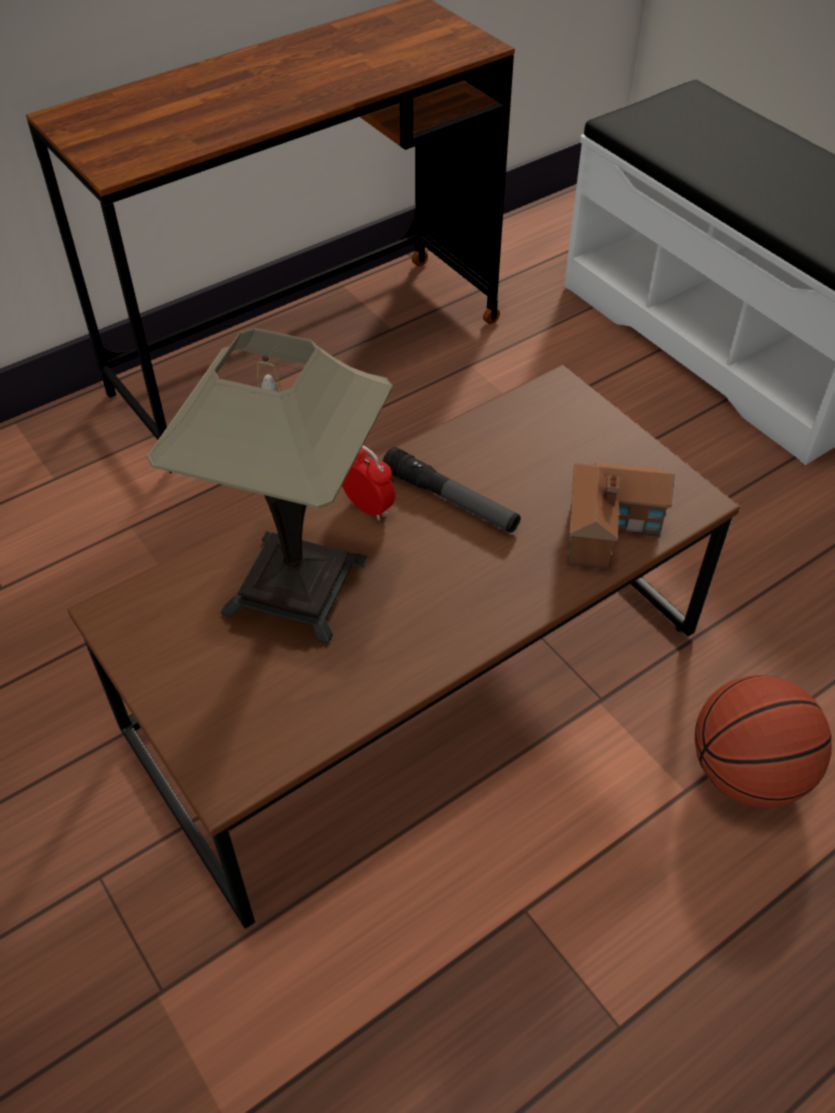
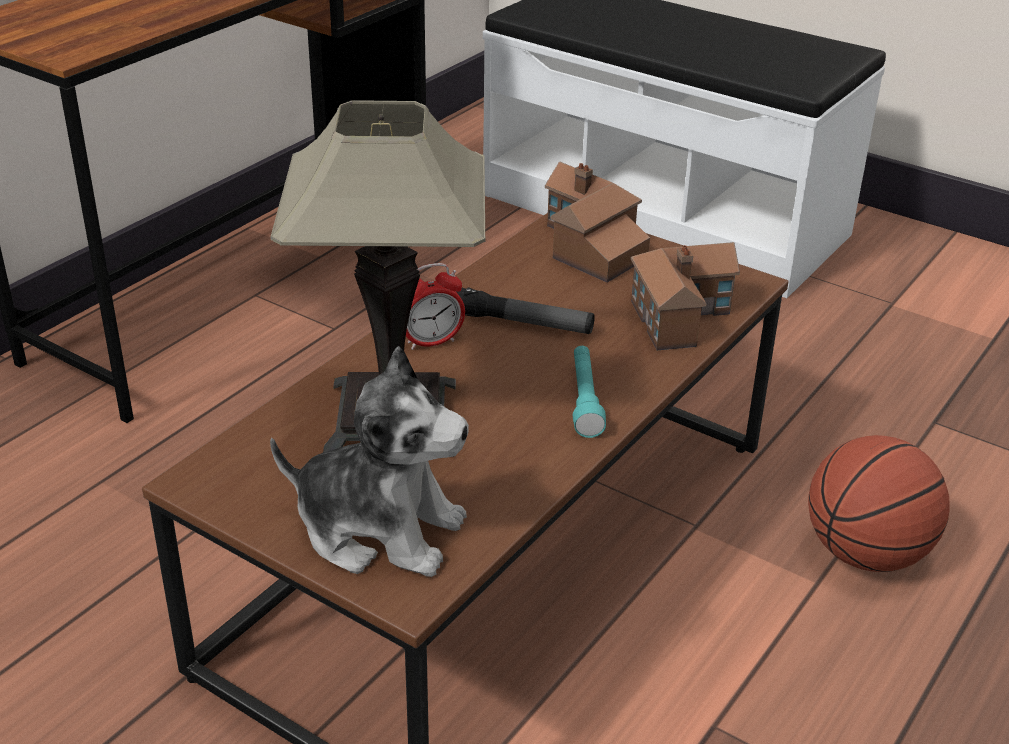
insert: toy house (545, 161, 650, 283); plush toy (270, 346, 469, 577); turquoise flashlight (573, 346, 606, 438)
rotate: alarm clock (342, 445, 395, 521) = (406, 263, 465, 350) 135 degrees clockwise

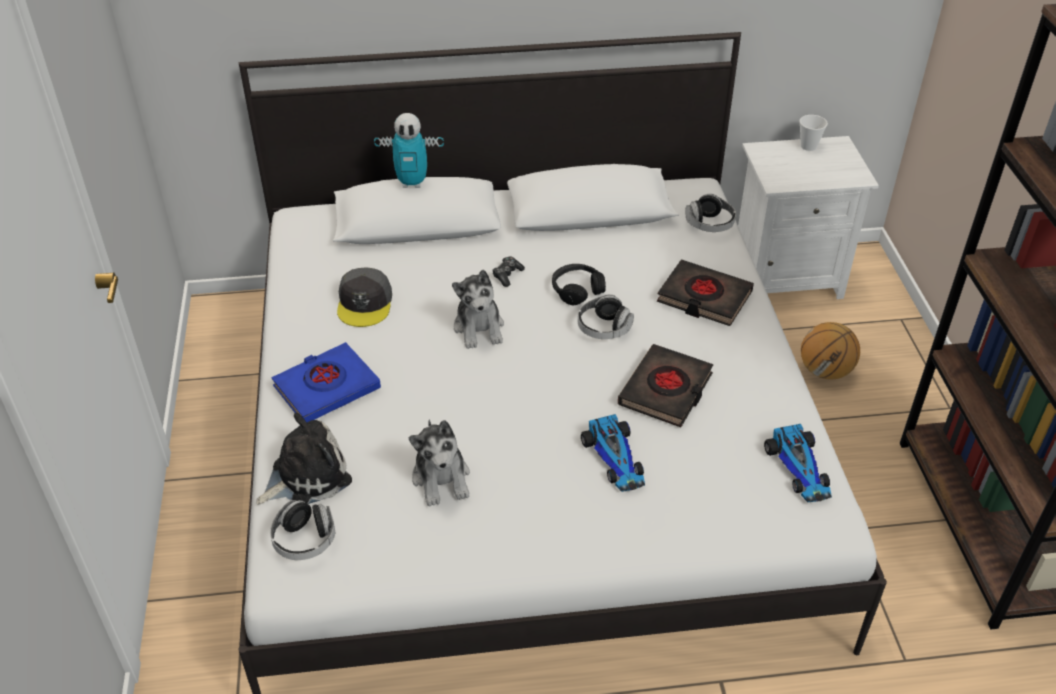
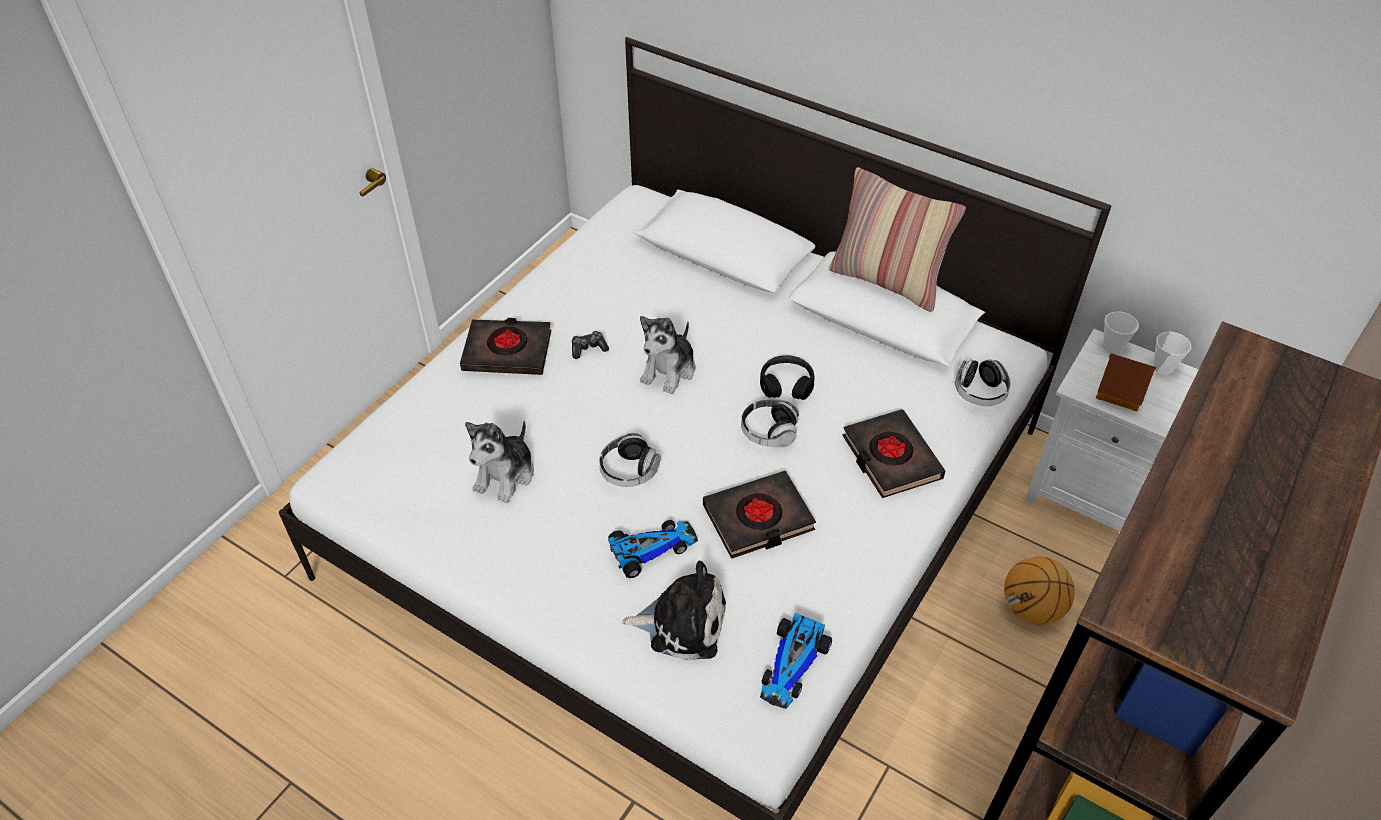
delete: toy robot (374, 113, 444, 188); grey cap (337, 267, 392, 327)
insert: pillow (829, 167, 966, 312); cup (1103, 311, 1139, 354); toy house (1096, 353, 1156, 411)
move: game controller (492, 257, 525, 287) to (572, 331, 609, 359); plush toy (256, 413, 352, 505) to (622, 561, 726, 661); headphones (270, 500, 335, 560) to (599, 433, 661, 487)
recolor: blue book (271, 342, 381, 422) to black book (460, 318, 551, 375)
rotate: toy car (581, 414, 645, 492) = (608, 520, 698, 578) 135 degrees counterclockwise

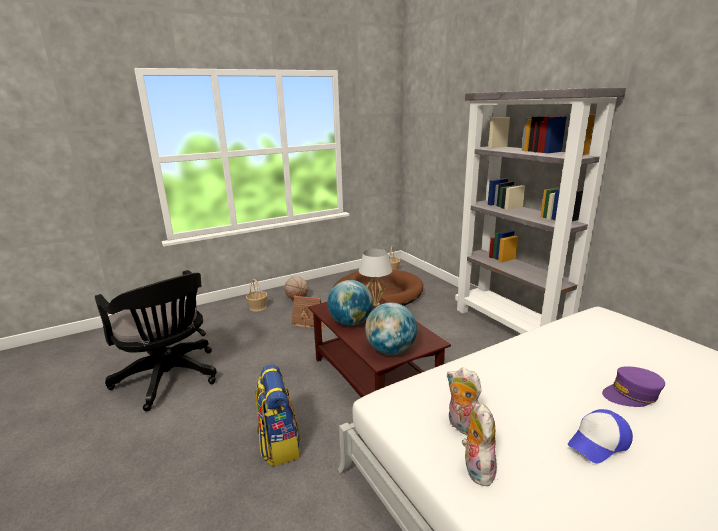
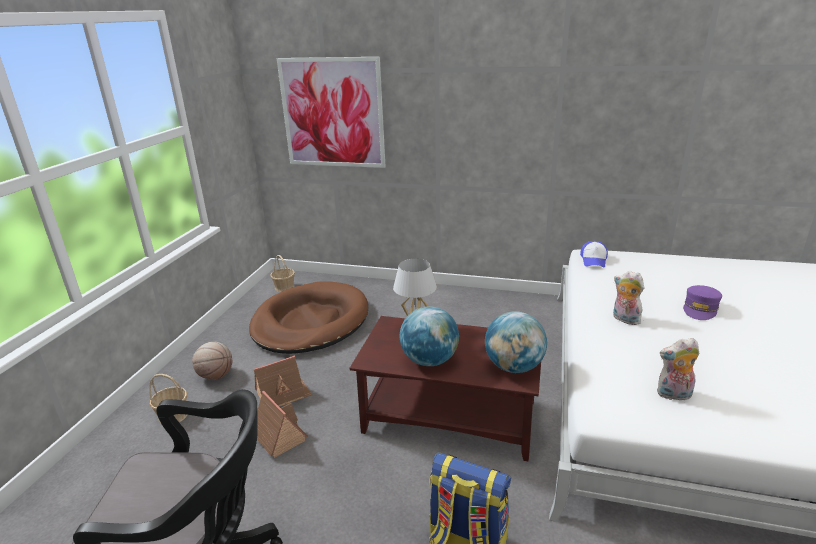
delete: grey bookcase (455, 88, 626, 334)
insert: picture (277, 57, 386, 168); toy house (257, 391, 308, 458)
move: plush toy (462, 403, 497, 487) to (613, 271, 644, 325); cap (568, 409, 633, 463) to (580, 241, 608, 268)

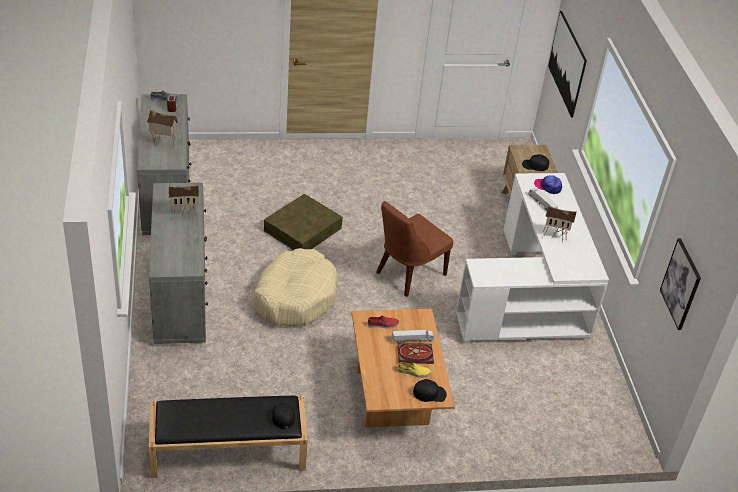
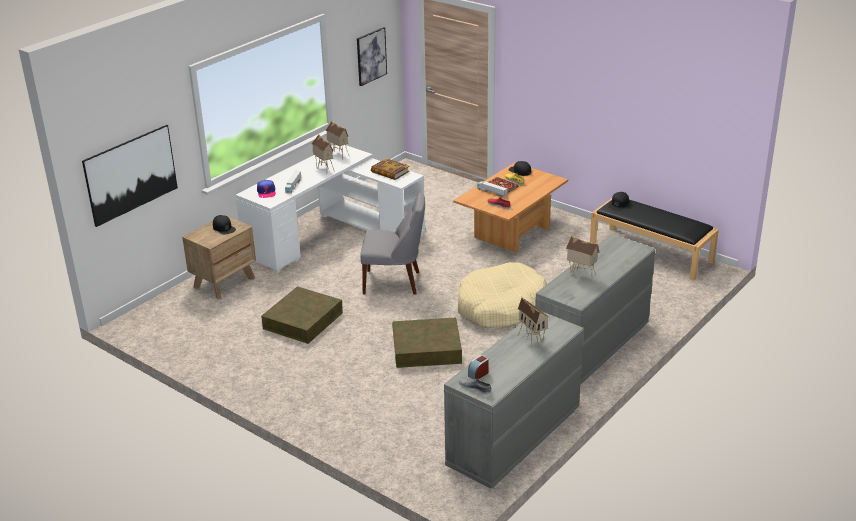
insert: toy house (325, 121, 349, 160); book (371, 158, 410, 180); brown storage box (261, 286, 343, 344)
recolor: brown chair (376, 201, 453, 297) to grey chair (361, 193, 425, 294)

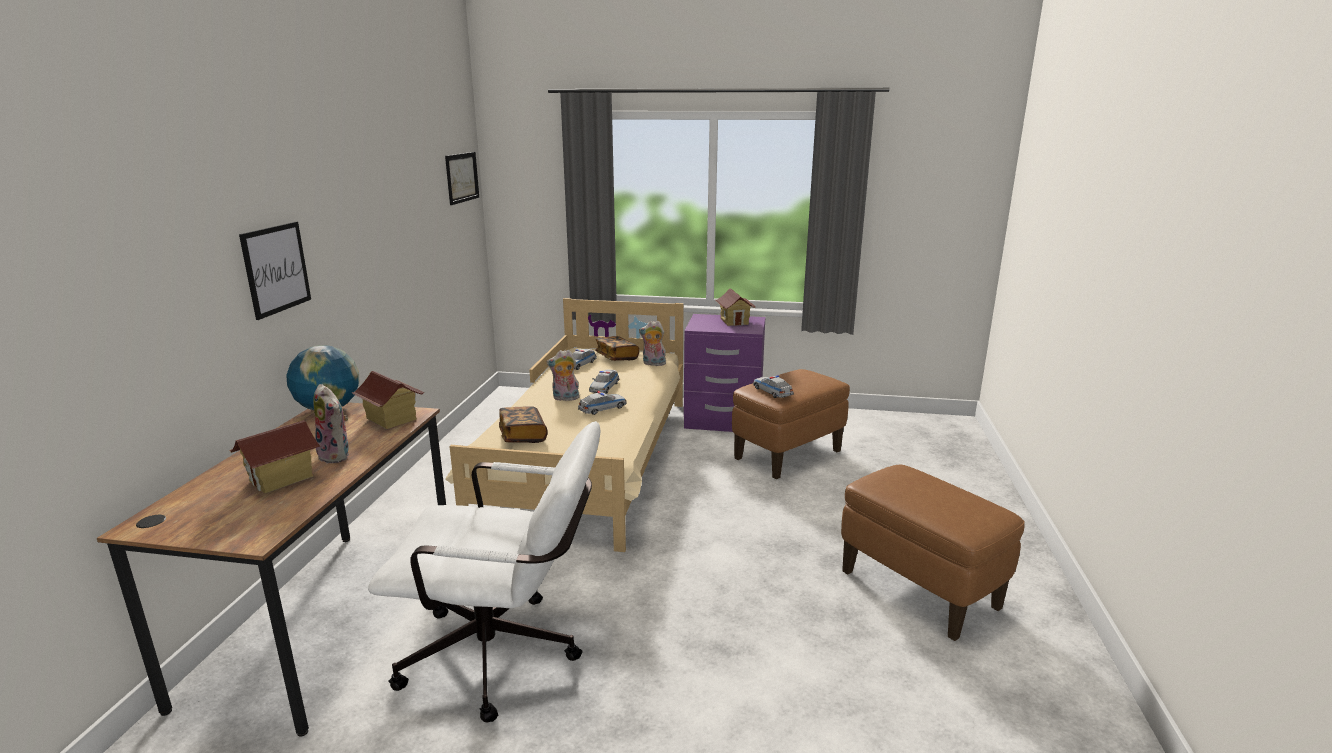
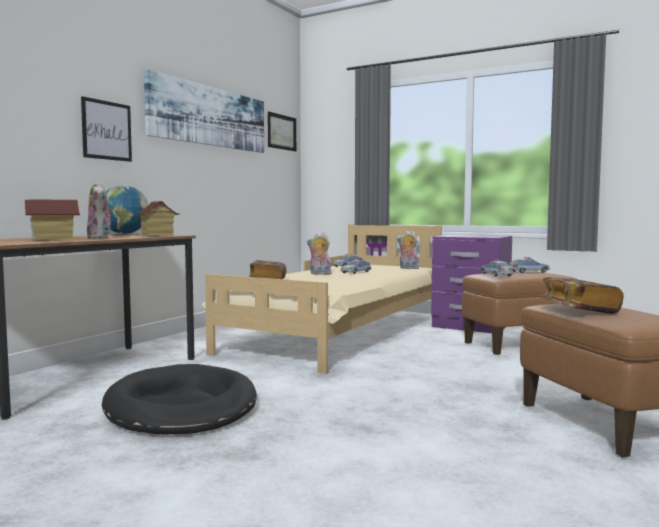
delete: toy house (716, 289, 756, 326)
insert: picture (144, 69, 264, 153)
move: book (595, 336, 639, 361) to (541, 277, 623, 314); toy car (578, 391, 626, 415) to (509, 257, 550, 273)
replace: white office chair (368, 421, 601, 722) to black dog bed (102, 364, 257, 435)

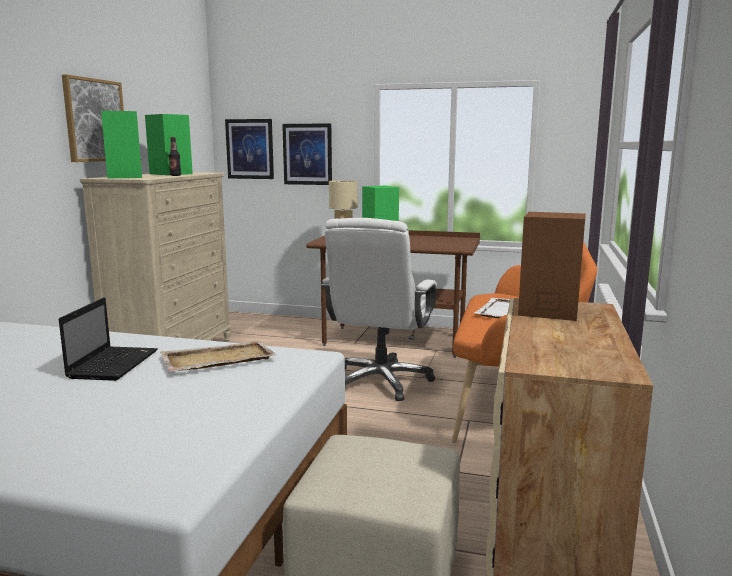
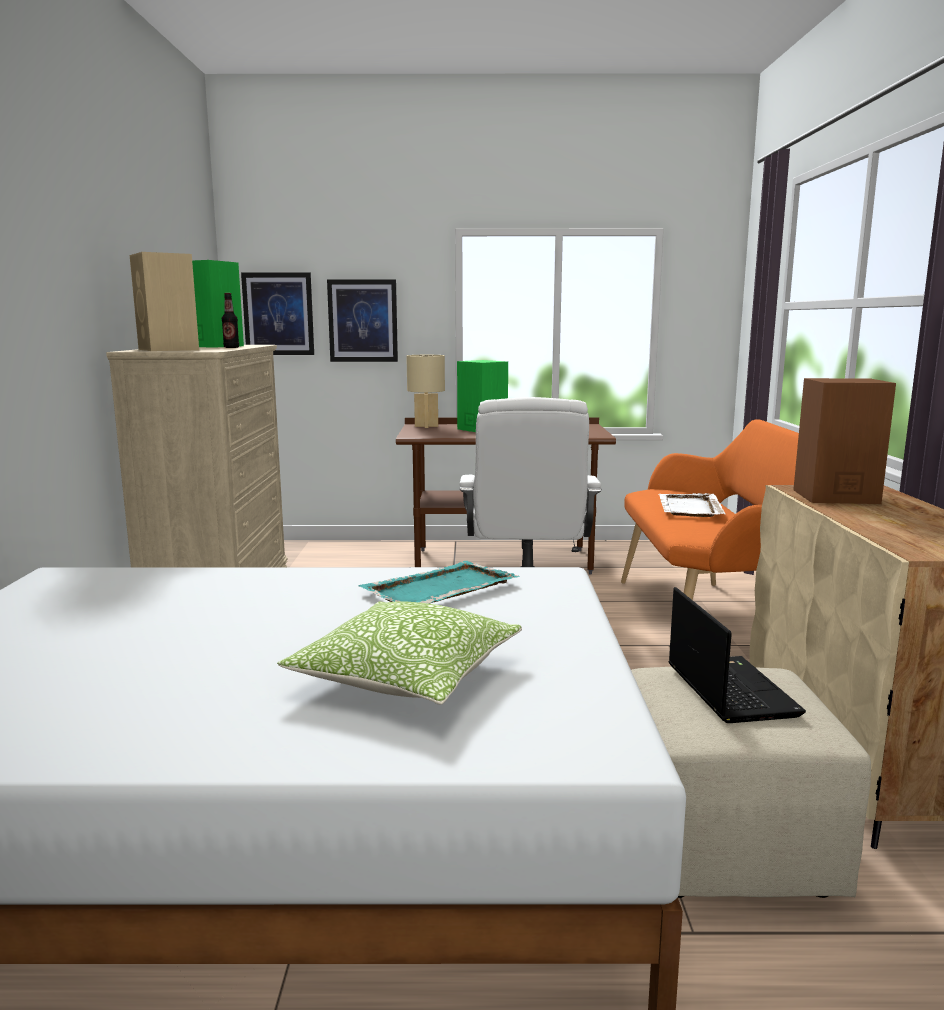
delete: picture (62, 74, 124, 162)
insert: pillow (277, 601, 522, 705)
move: laptop (59, 297, 158, 381) to (669, 587, 806, 723)
recolor: green speaker (101, 111, 142, 178) to beige speaker (130, 252, 199, 351); beige tray (160, 340, 276, 372) to turquoise tray (358, 561, 520, 604)

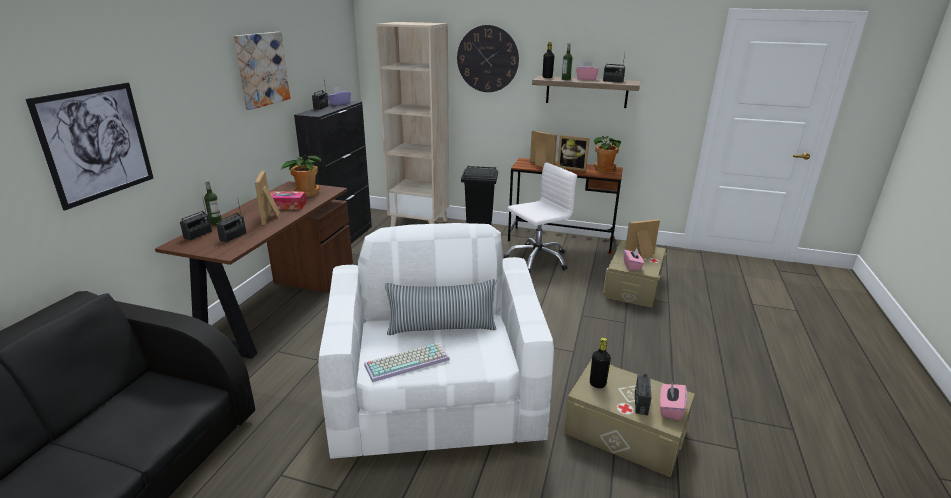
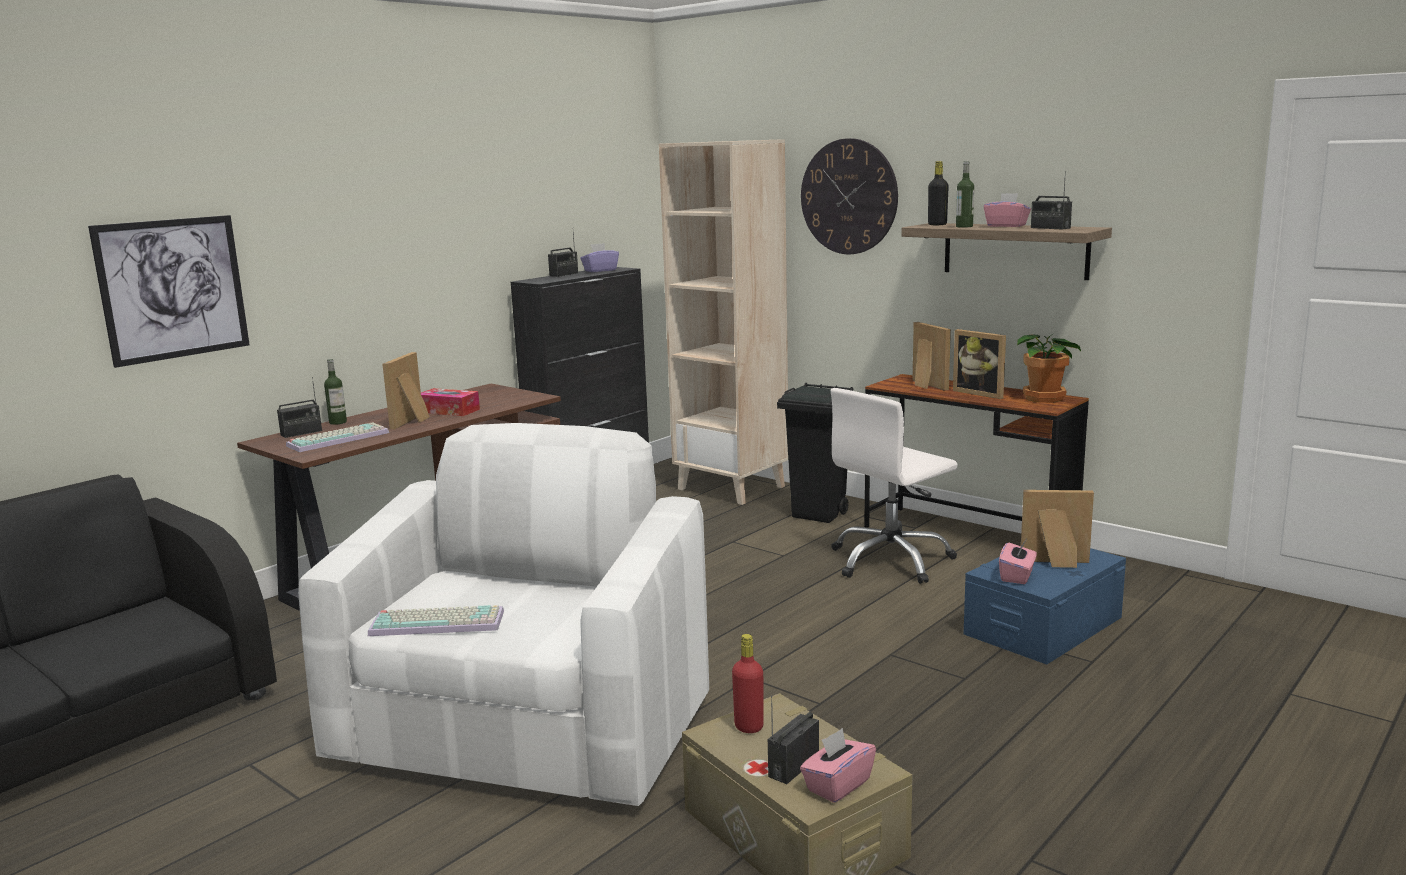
delete: picture (234, 32, 290, 110); potted plant (280, 155, 321, 197); pillow (385, 279, 496, 335)
replace: radio (216, 197, 246, 242) to keyboard (286, 422, 389, 452)
recolor: beige storage box (603, 241, 666, 308) to blue storage box (964, 548, 1126, 665); black bottle (590, 338, 611, 388) to red bottle (732, 634, 764, 733)
rotate: white office chair (503, 162, 577, 273) = (831, 388, 957, 584) 150 degrees clockwise

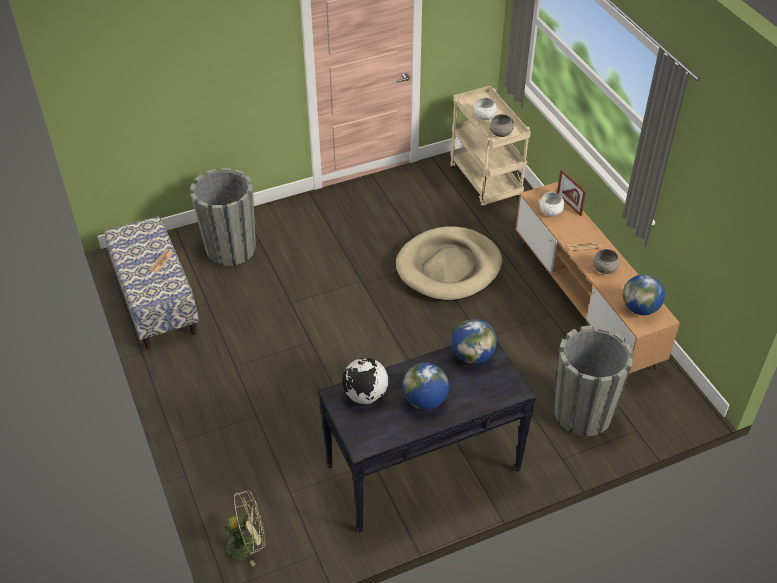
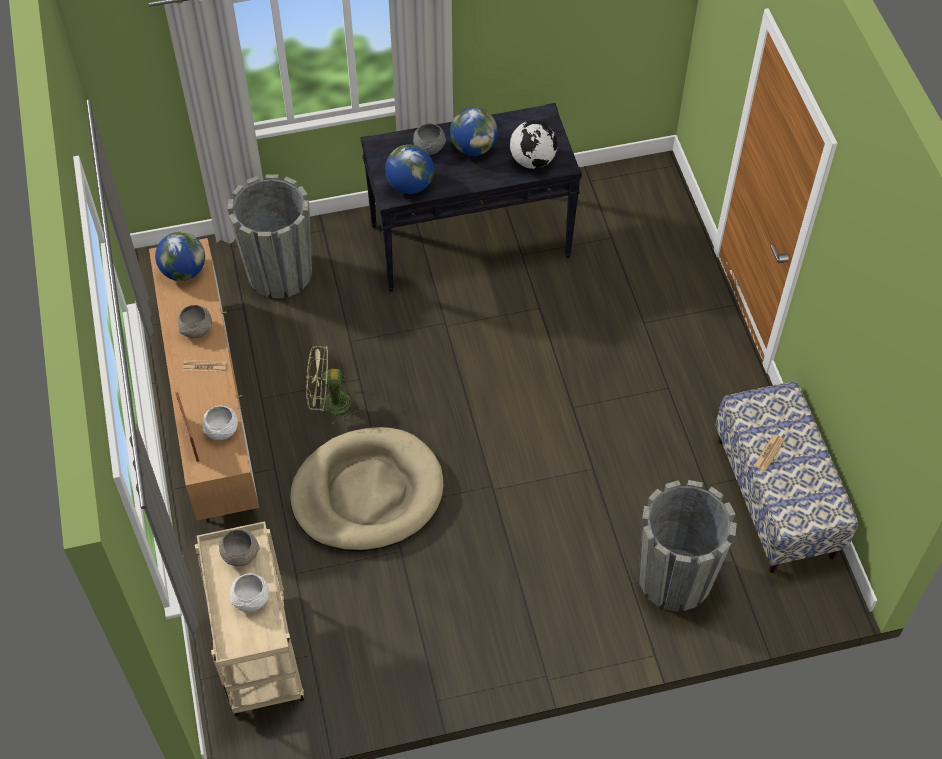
insert: grey bowl (413, 123, 446, 155)
move: green fan (218, 491, 265, 566) to (306, 345, 360, 425)

